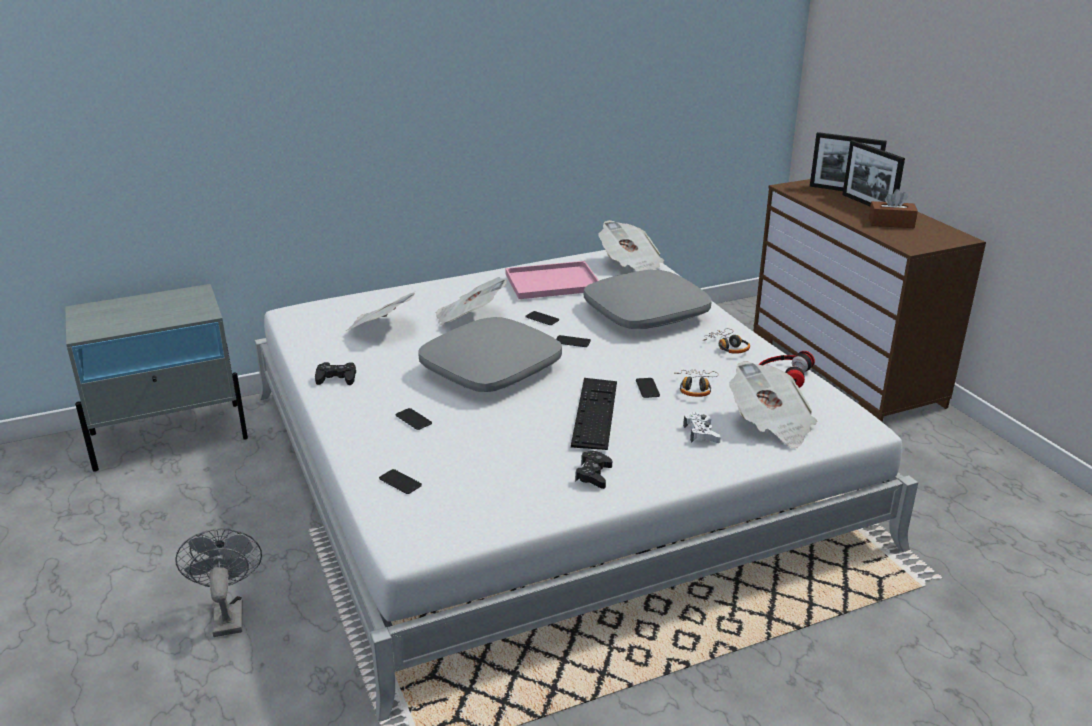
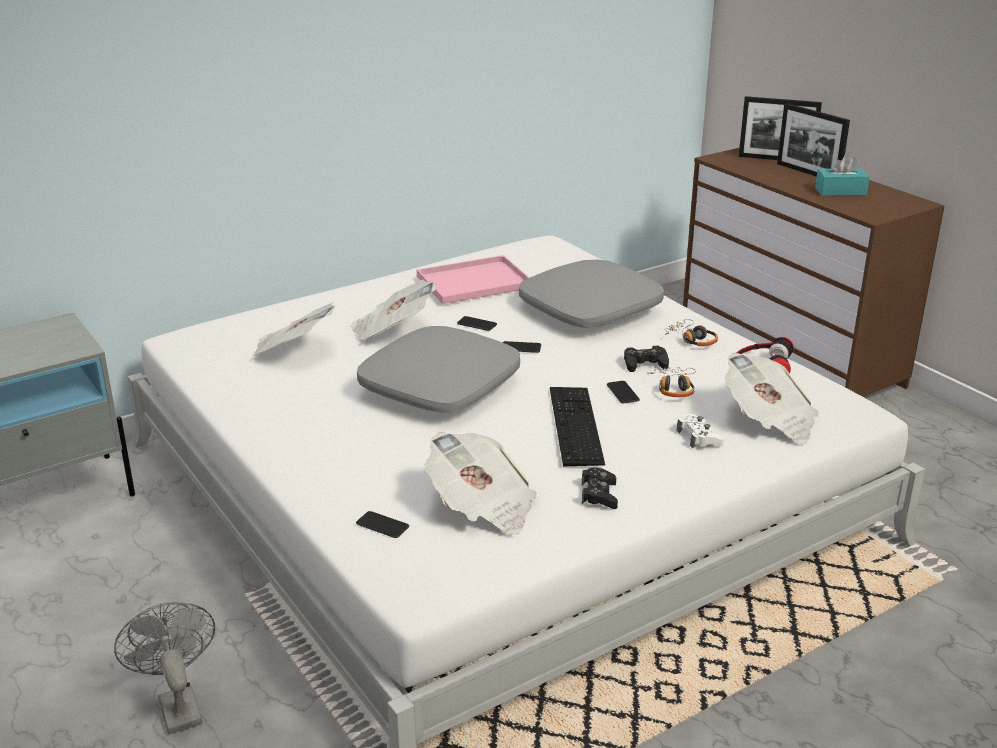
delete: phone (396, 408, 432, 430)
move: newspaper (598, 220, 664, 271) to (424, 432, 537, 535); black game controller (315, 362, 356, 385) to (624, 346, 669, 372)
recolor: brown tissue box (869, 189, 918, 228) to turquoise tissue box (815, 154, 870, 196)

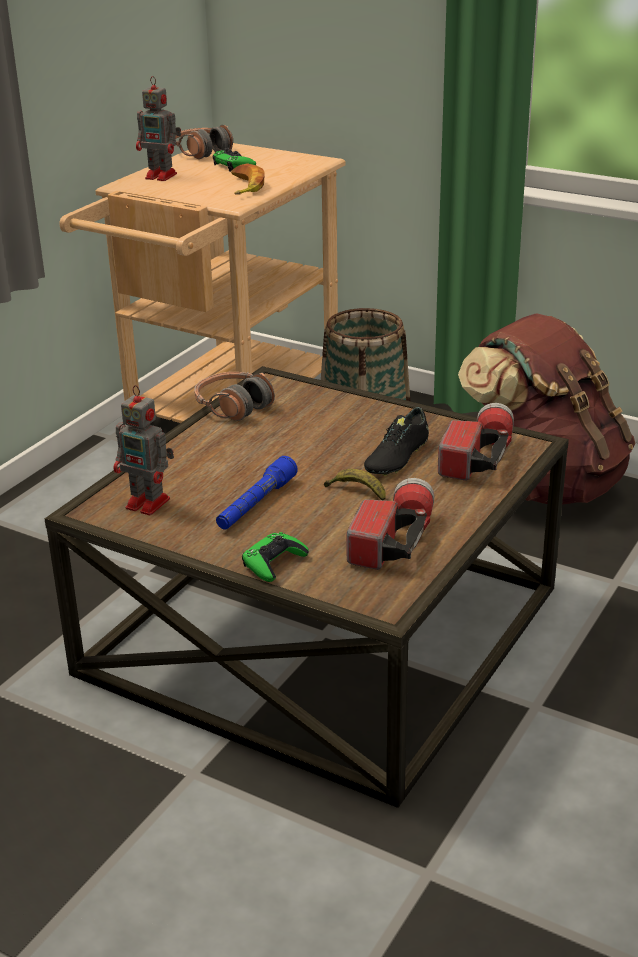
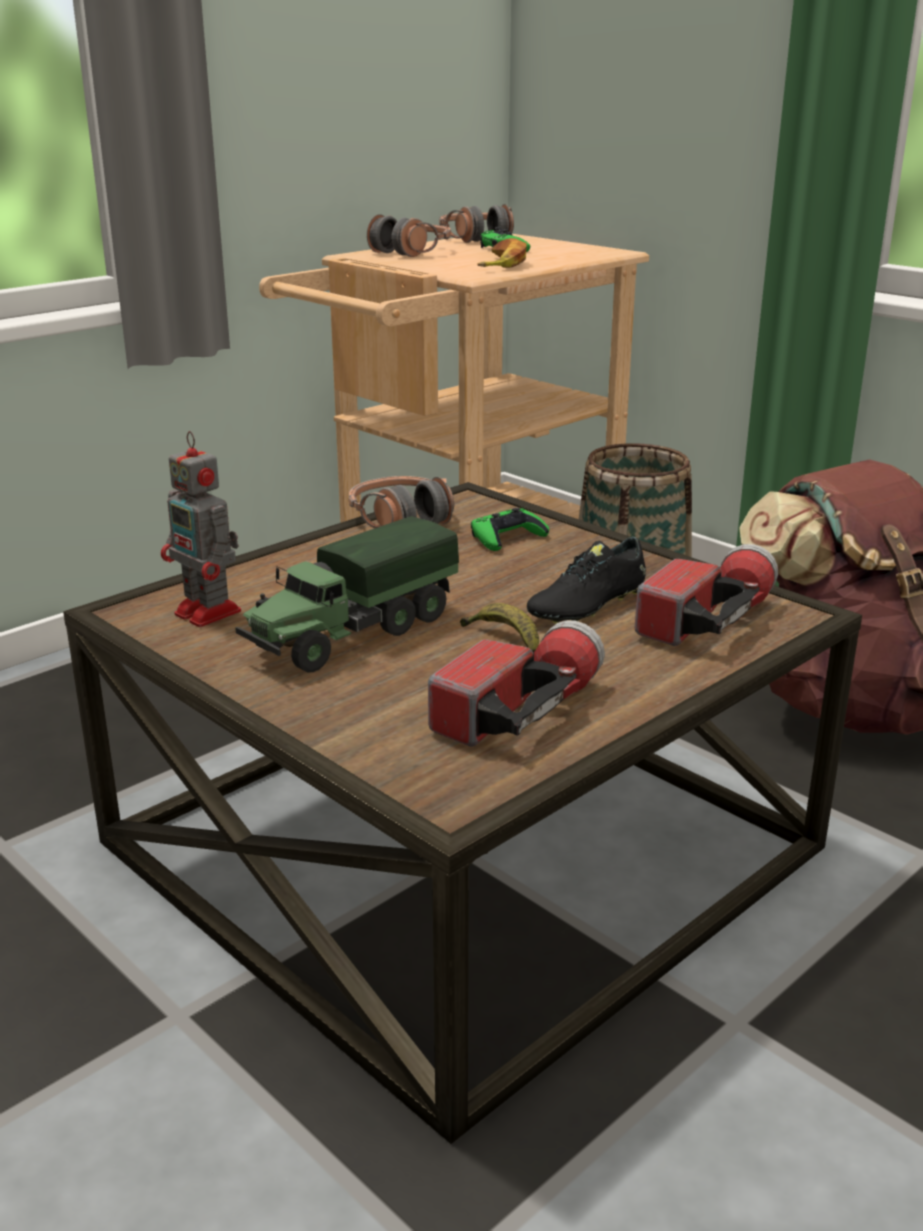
move: green game controller (242, 532, 309, 582) to (471, 508, 549, 551)
replace: toy robot (136, 76, 181, 181) to headphones (367, 214, 451, 257); blue flashlight (216, 456, 298, 530) to toy truck (235, 516, 459, 672)

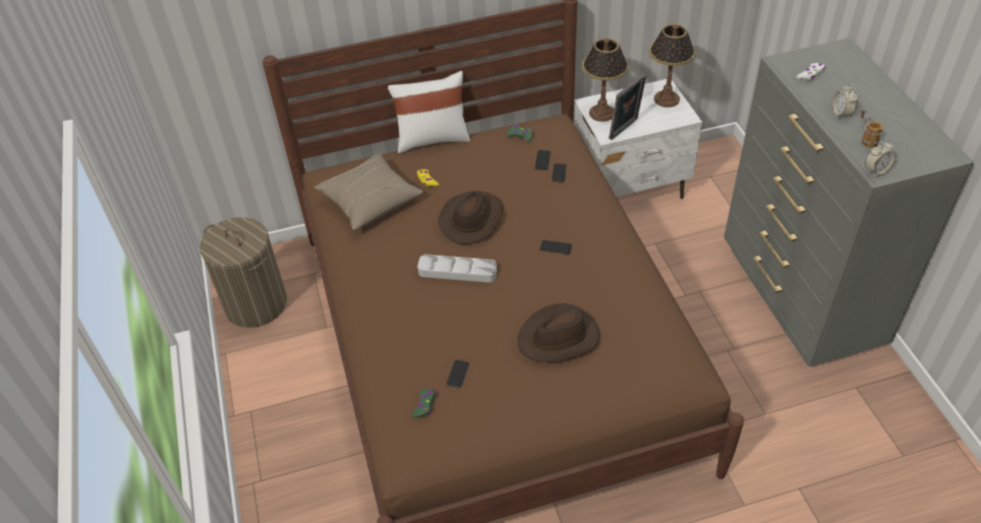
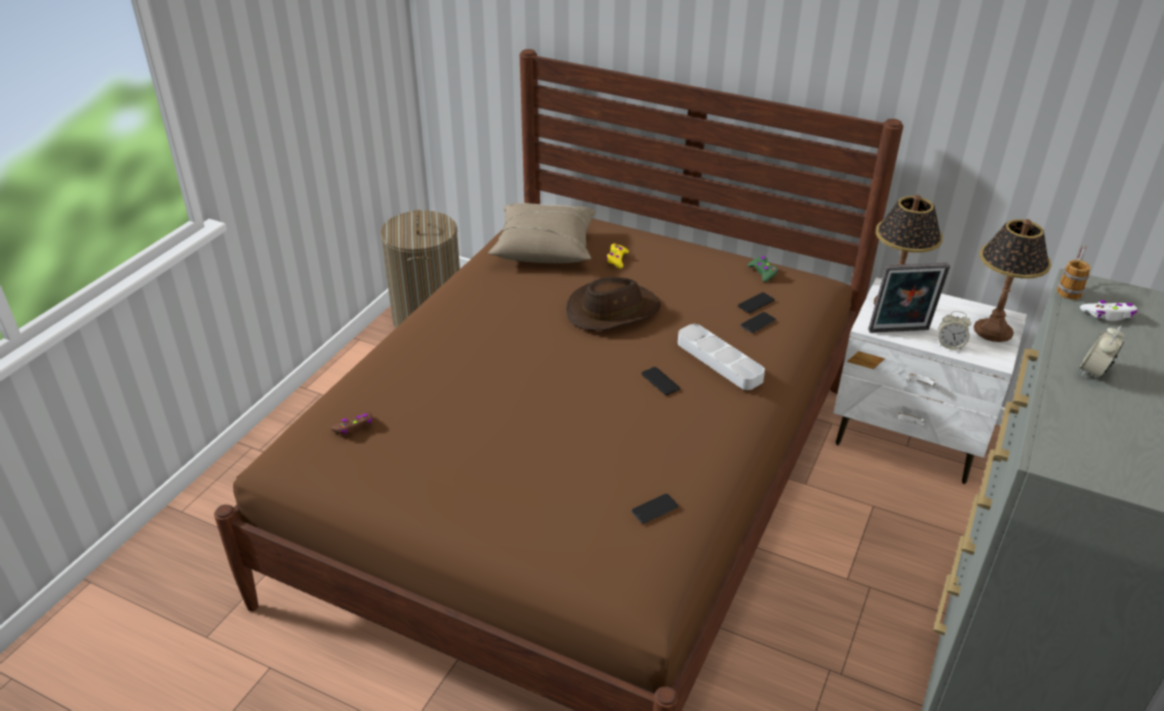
delete: white pillow (388, 71, 470, 153); brown hat (518, 303, 600, 362)
move: mug (861, 109, 883, 148) to (1057, 245, 1091, 300); alarm clock (865, 140, 896, 177) to (938, 311, 971, 350); grey tray (418, 254, 497, 283) to (678, 324, 765, 390); phone (446, 360, 469, 388) to (631, 494, 678, 524)
recolor: green game controller (412, 389, 435, 418) to brown game controller (331, 412, 372, 435)

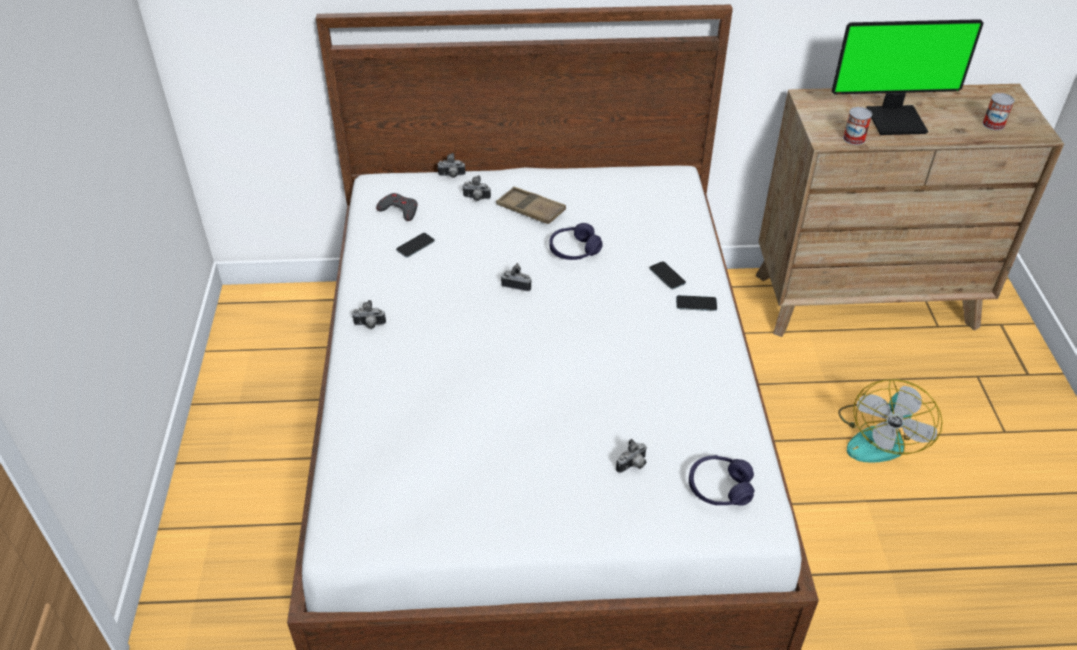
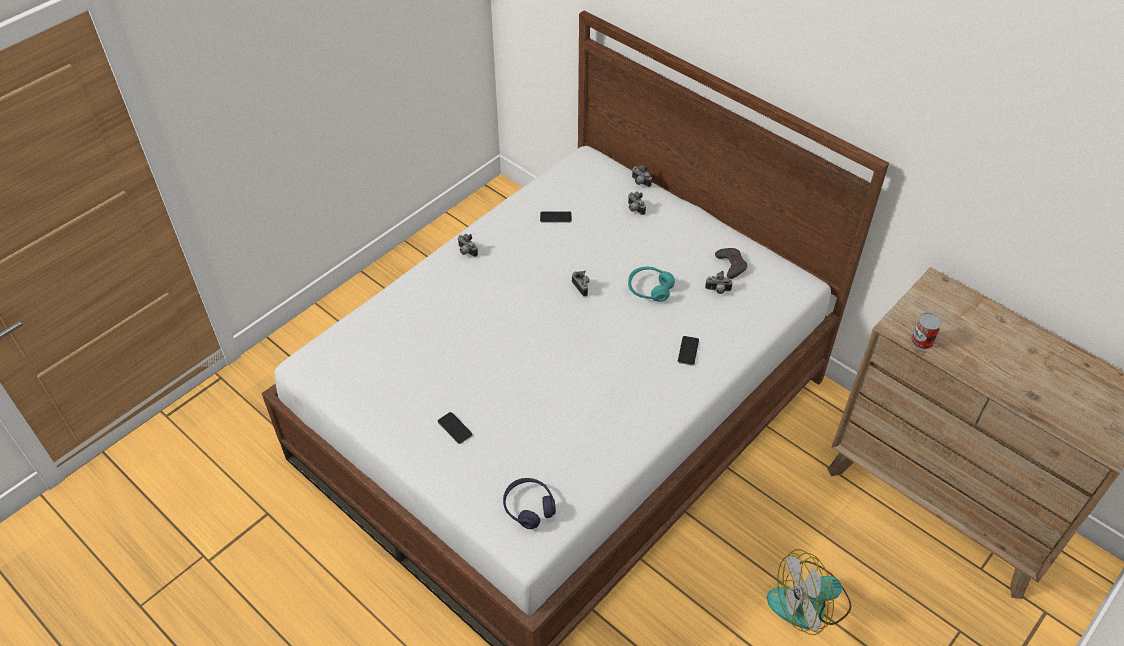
delete: monitor (832, 19, 984, 135); can (982, 93, 1014, 130); brown tray (496, 187, 566, 224)
move: grey game controller (376, 193, 418, 221) to (715, 248, 748, 279); phone (676, 295, 717, 311) to (438, 412, 473, 444); photo camera (616, 439, 647, 473) to (705, 271, 733, 294)
recolor: purple headphones (549, 223, 603, 260) to turquoise headphones (628, 267, 675, 302)

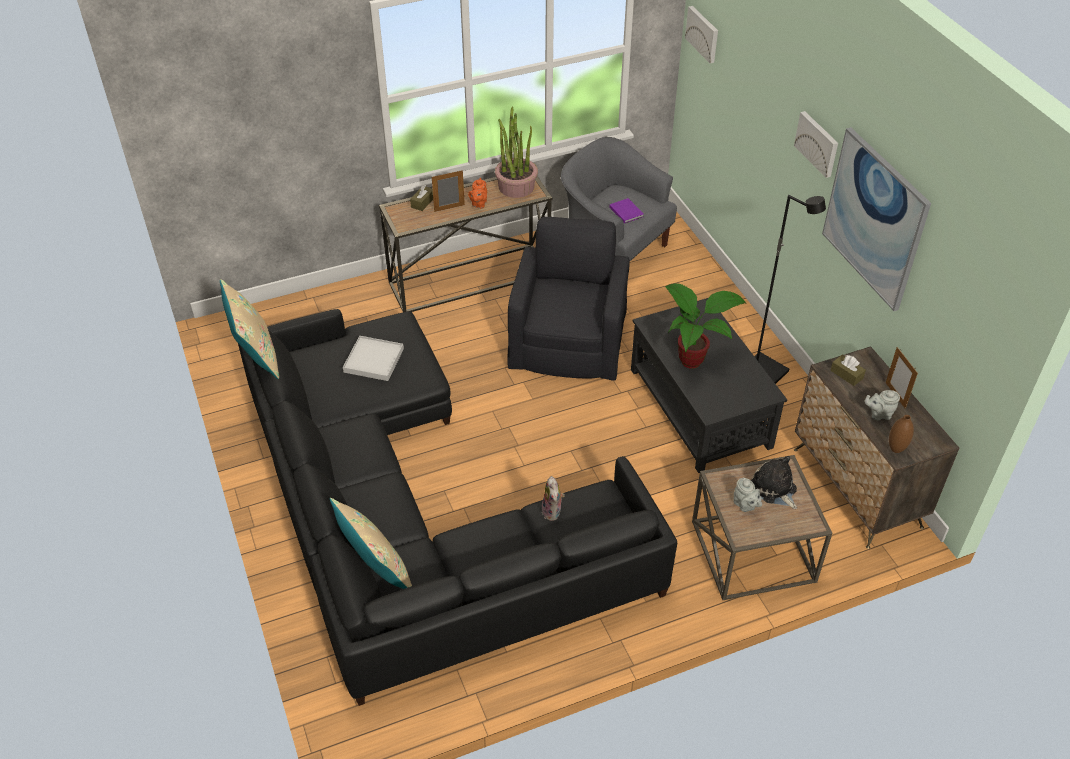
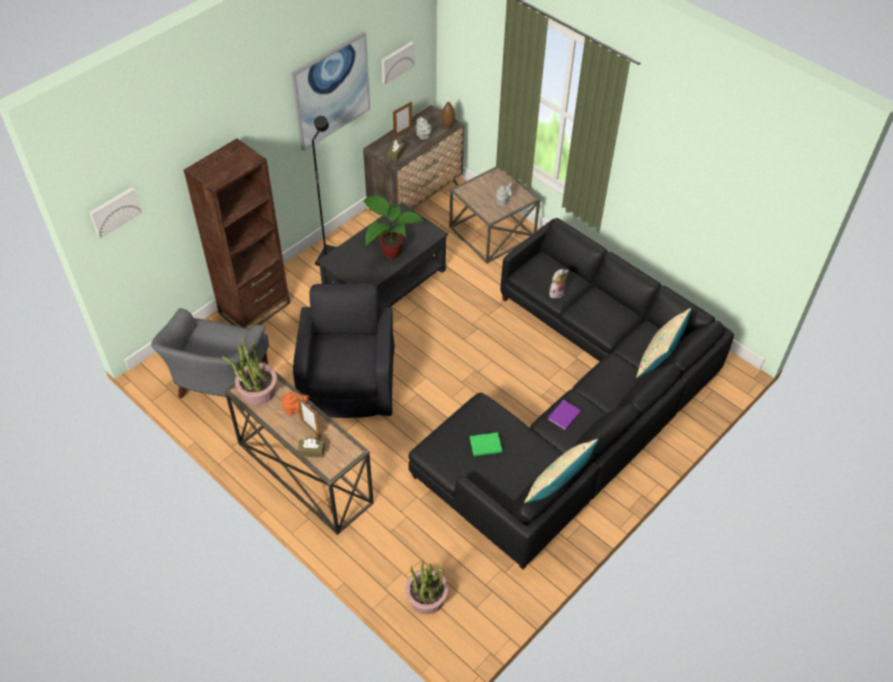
delete: plush toy (751, 456, 797, 509)
insert: brown bookcase (184, 139, 290, 328); potted plant (405, 558, 449, 614)
move: picture (794, 111, 838, 178) to (381, 41, 415, 85); purple book (609, 198, 644, 224) to (548, 399, 581, 431)
replace: white tray (343, 336, 404, 381) to green book (470, 432, 502, 456)
rotate: black armchair (508, 217, 630, 381) = (293, 283, 395, 418) 105 degrees clockwise

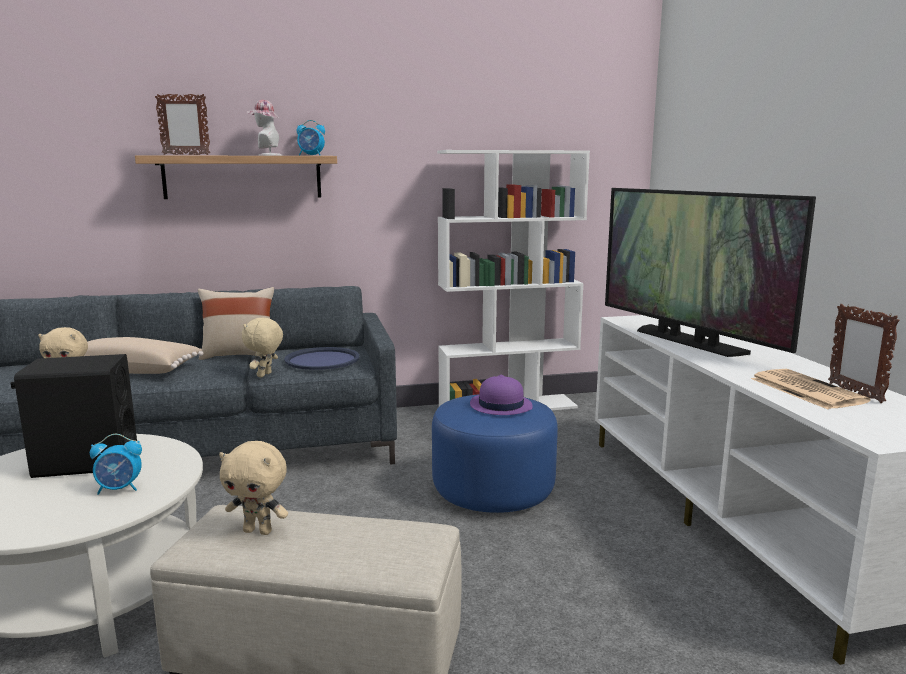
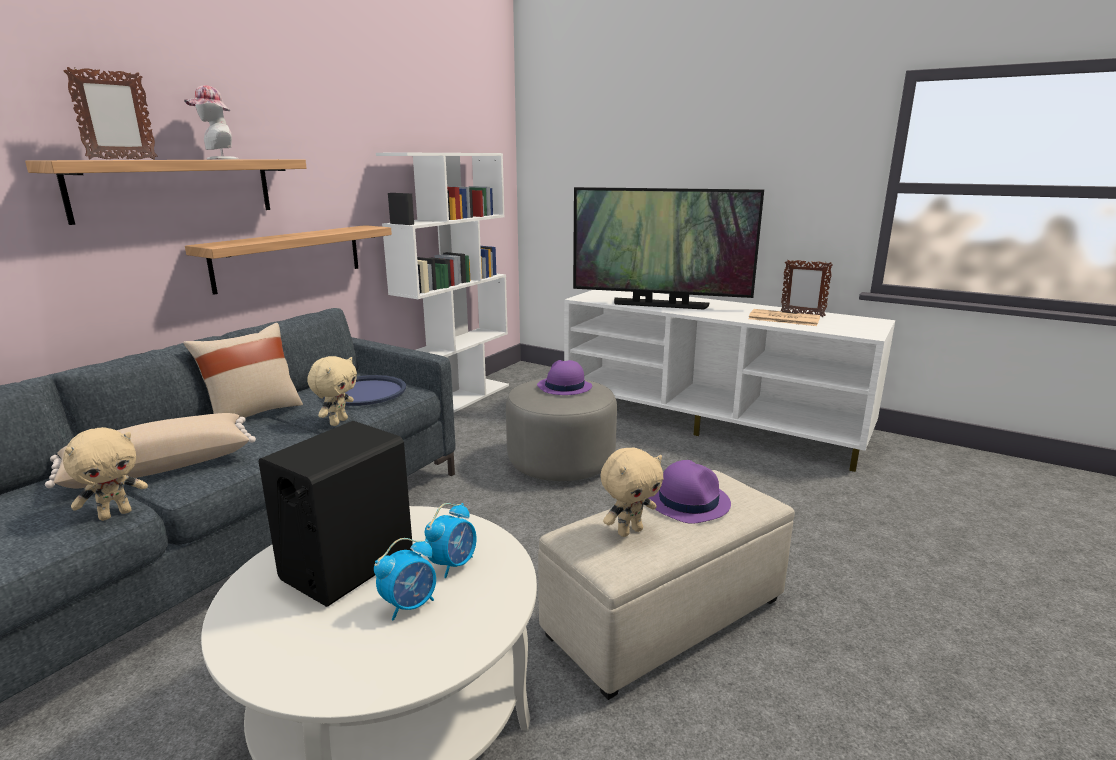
insert: shelf (185, 225, 392, 295); purple hat (649, 460, 731, 524)
move: alarm clock (296, 120, 325, 156) to (374, 538, 436, 621)
recolor: blue ottoman (432, 394, 558, 513) to grey ottoman (506, 379, 617, 481)
rotate: beige plush toy (242, 317, 283, 378) = (307, 356, 357, 426) 135 degrees counterclockwise

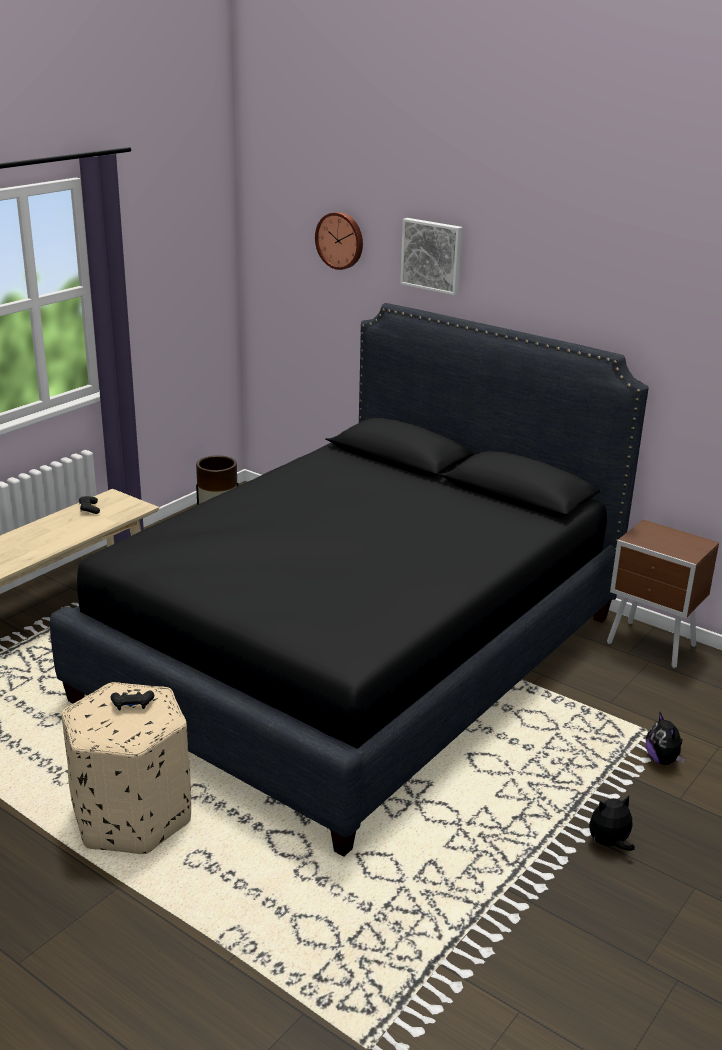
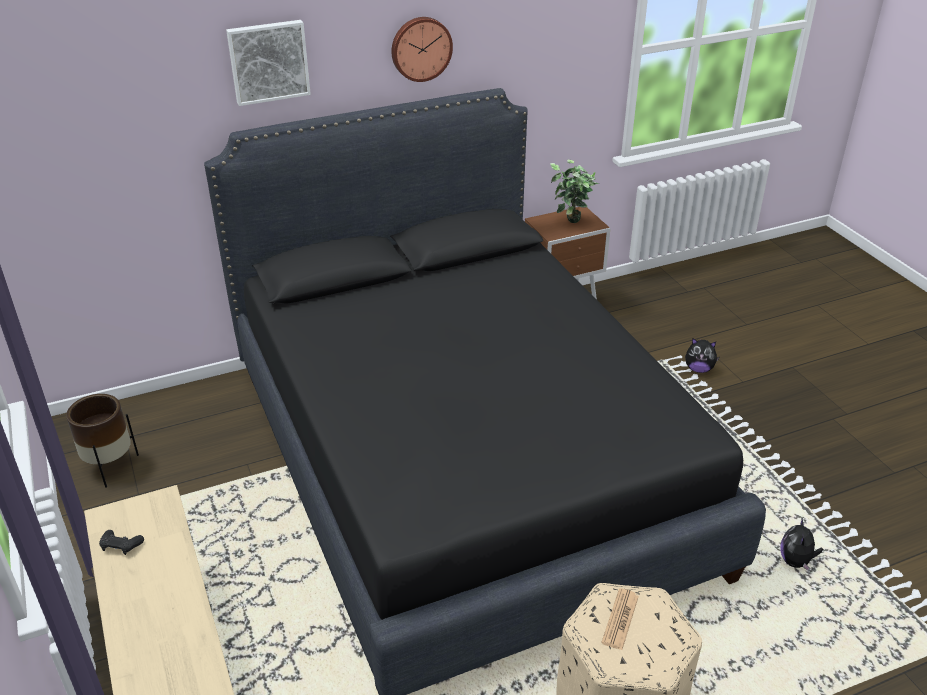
insert: potted plant (550, 160, 599, 223)
move: wall clock (315, 212, 363, 270) to (392, 17, 453, 82); plush toy (589, 795, 635, 851) to (780, 518, 823, 571)
replace: black game controller (111, 690, 154, 710) to newspaper (601, 588, 639, 650)

